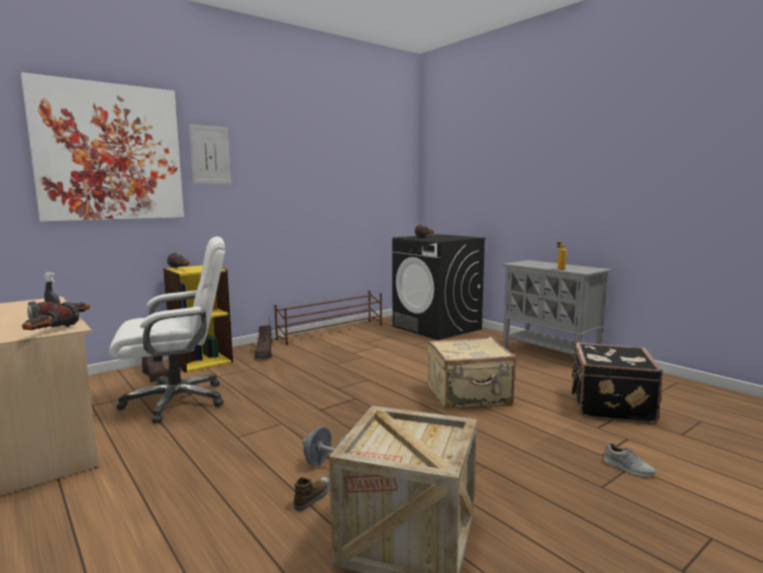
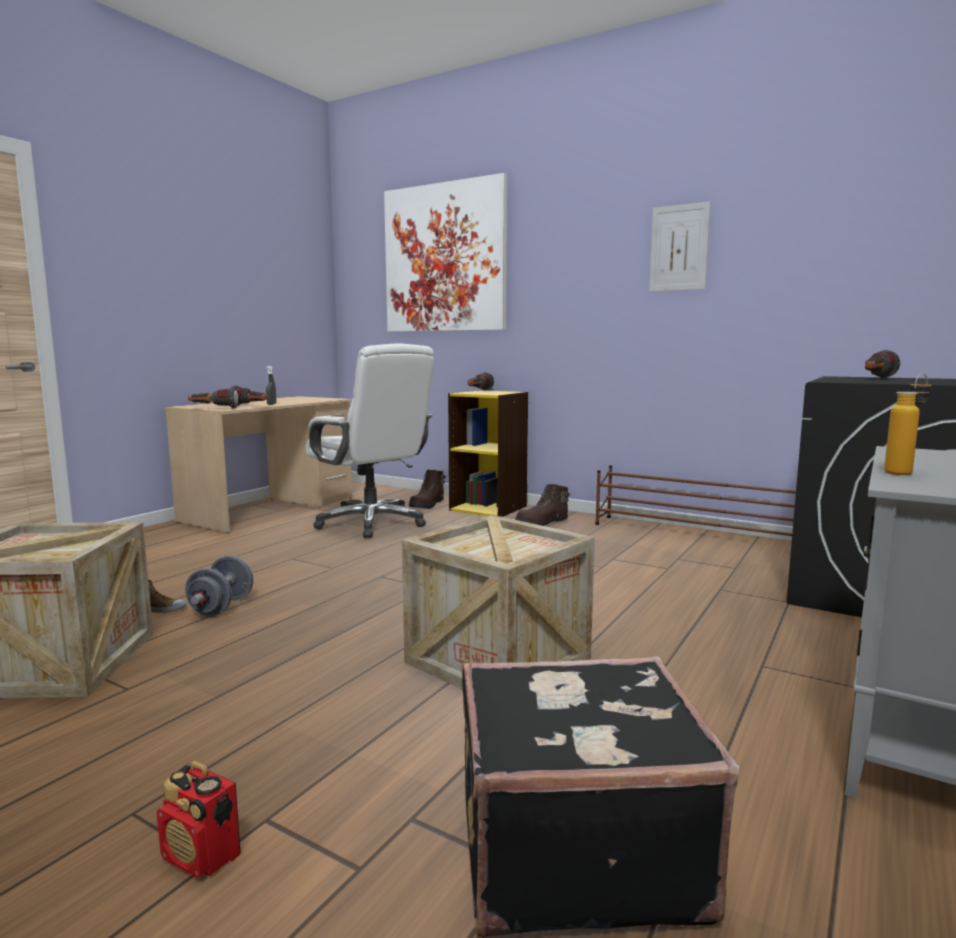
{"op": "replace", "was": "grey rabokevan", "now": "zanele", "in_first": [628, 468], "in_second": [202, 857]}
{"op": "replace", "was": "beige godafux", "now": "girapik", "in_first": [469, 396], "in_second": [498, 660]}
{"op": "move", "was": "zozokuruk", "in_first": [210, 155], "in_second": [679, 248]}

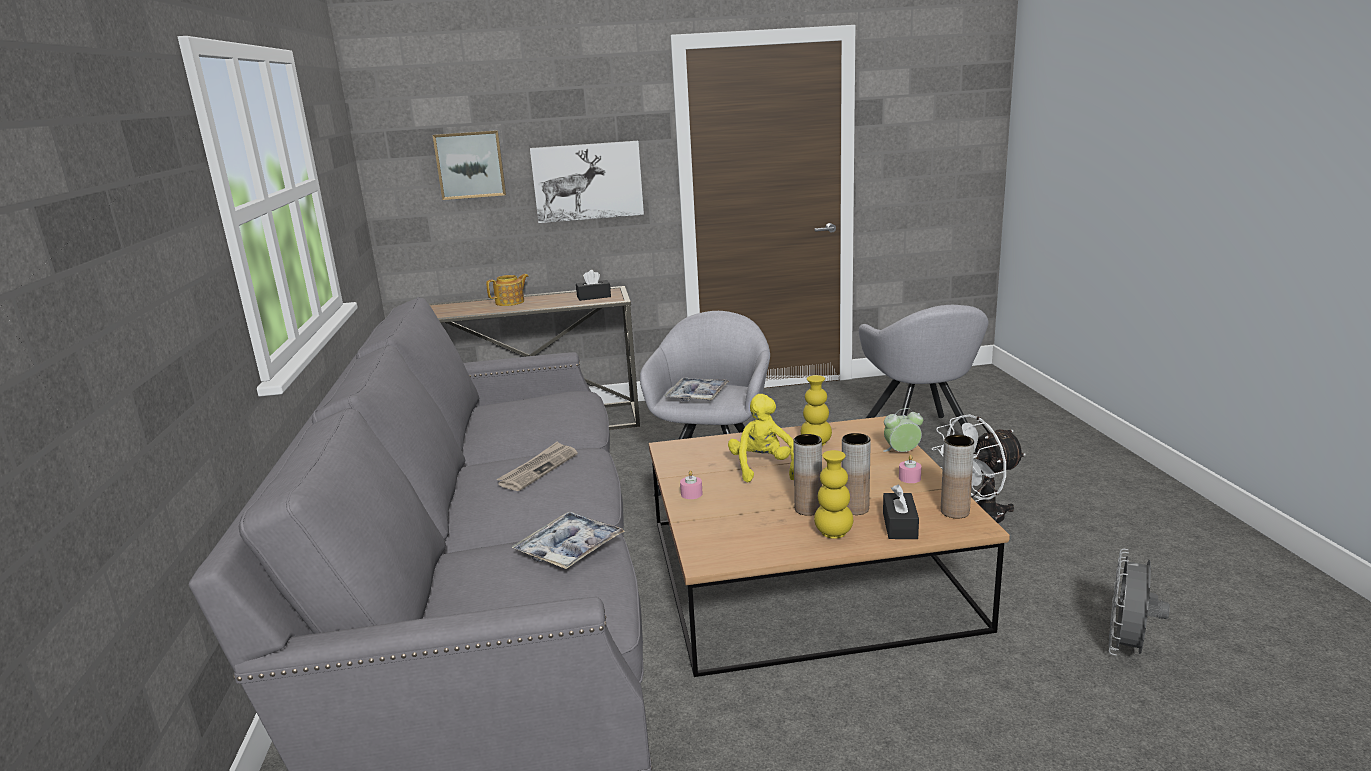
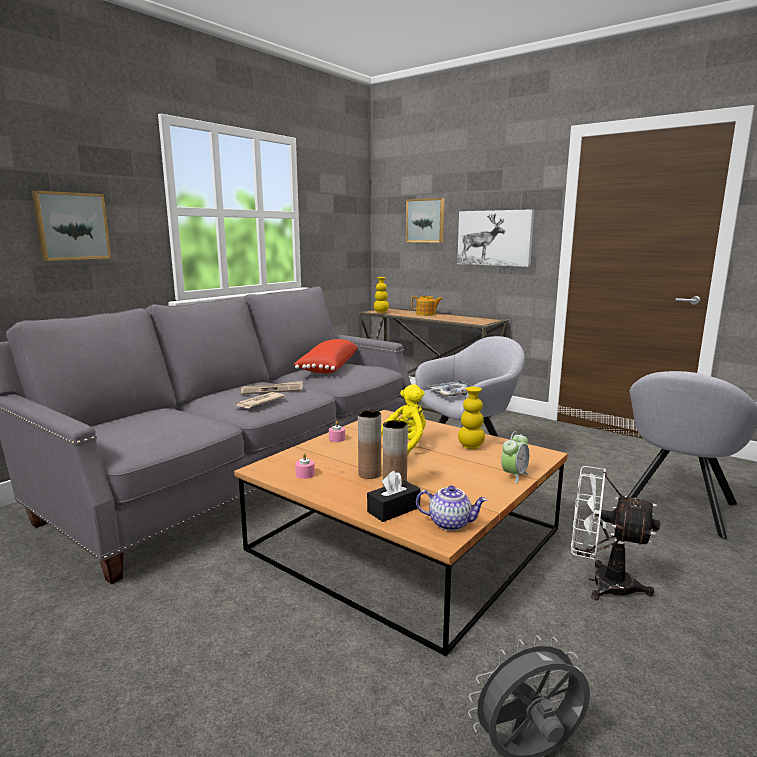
{"op": "insert", "now": "zozokuruk", "in_second": [71, 226]}
{"op": "insert", "now": "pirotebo", "in_second": [259, 402]}
{"op": "insert", "now": "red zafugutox", "in_second": [327, 368]}
{"op": "move", "was": "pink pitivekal", "in_first": [909, 478], "in_second": [305, 474]}
{"op": "move", "was": "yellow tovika", "in_first": [833, 533], "in_second": [381, 312]}
{"op": "replace", "was": "brown tovika", "now": "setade", "in_first": [955, 512], "in_second": [450, 523]}
{"op": "rotate", "was": "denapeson", "in_first": [902, 452], "in_second": [514, 476], "clockwise": 90}
{"op": "delete", "was": "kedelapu", "in_first": [569, 549]}
{"op": "delete", "was": "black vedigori", "in_first": [594, 297]}

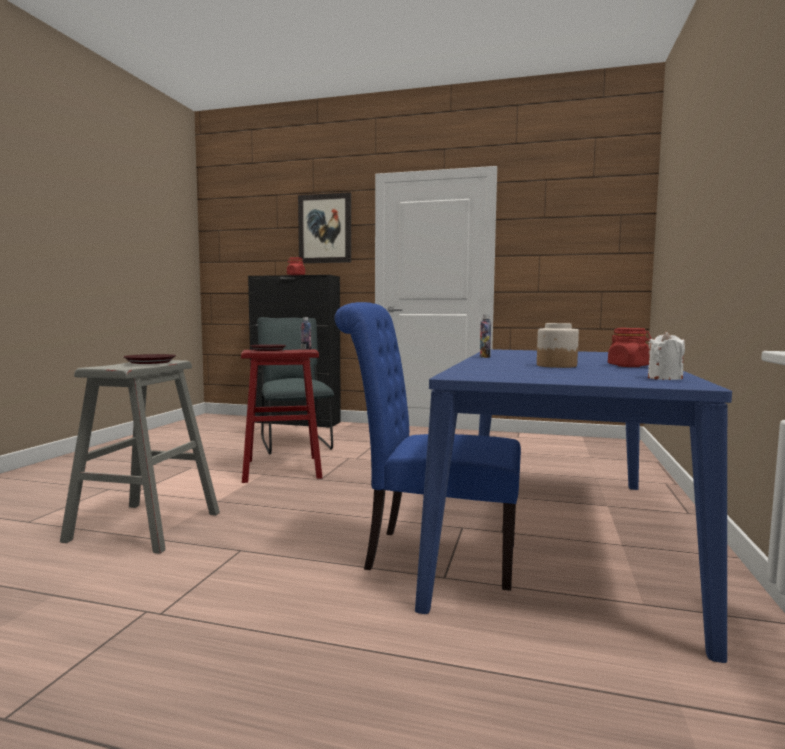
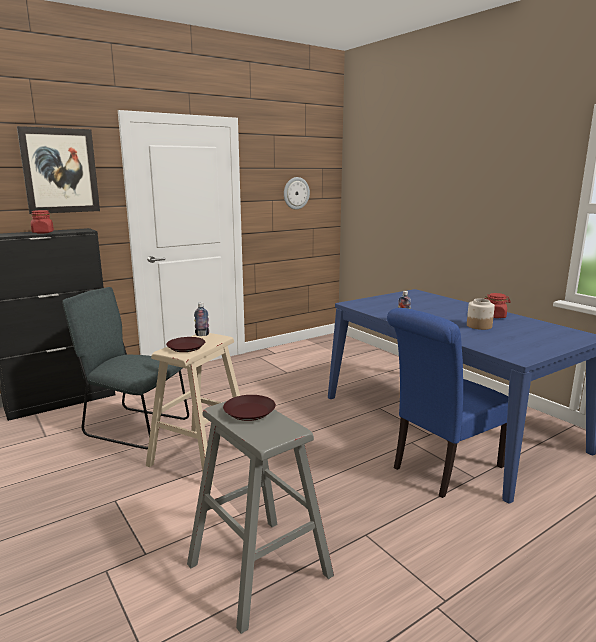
{"op": "recolor", "was": "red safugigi", "now": "beige safugigi", "in_first": [282, 469], "in_second": [201, 457]}
{"op": "insert", "now": "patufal", "in_second": [296, 193]}
{"op": "delete", "was": "white pitivekal", "in_first": [664, 378]}

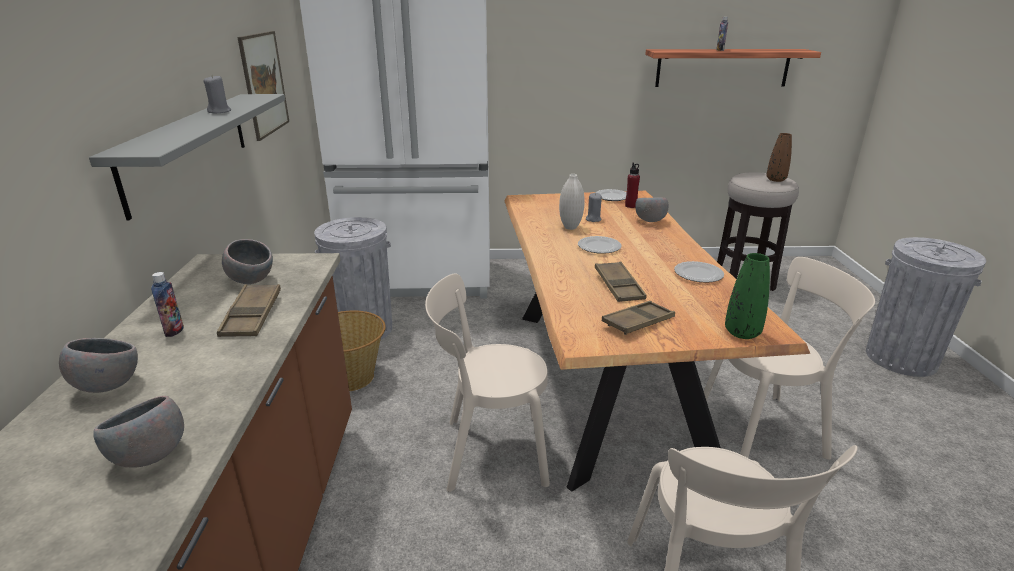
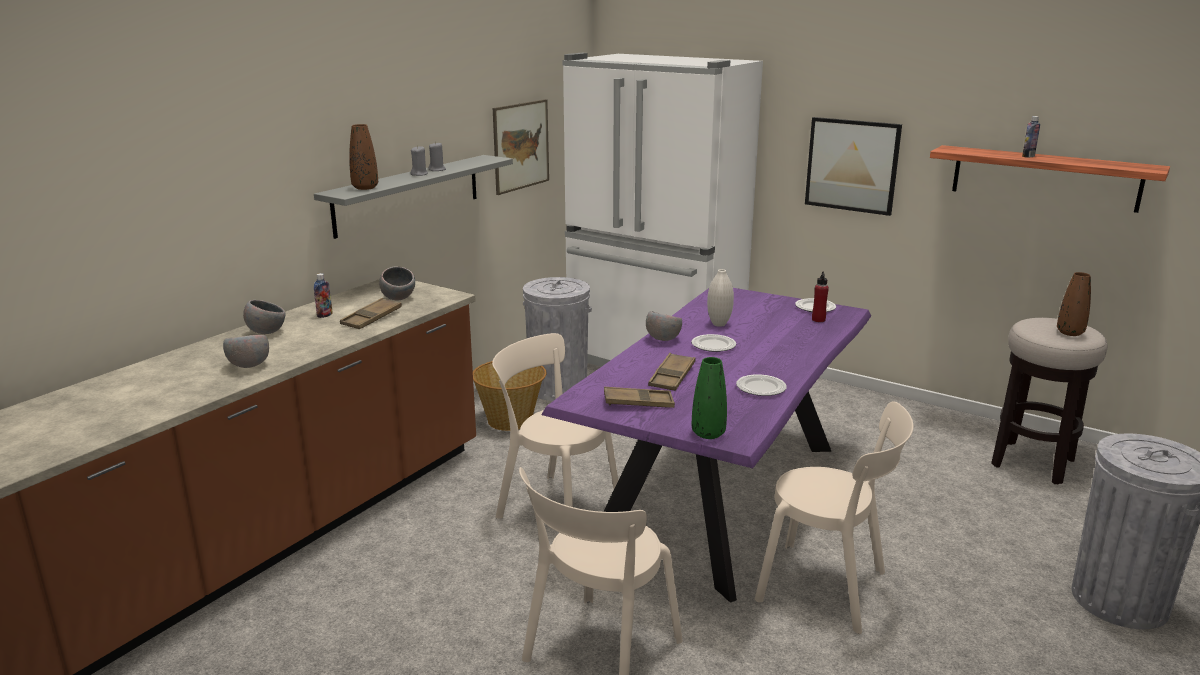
{"op": "insert", "now": "brown tovika", "in_second": [365, 187]}
{"op": "move", "was": "grey pitivekal", "in_first": [593, 219], "in_second": [419, 174]}
{"op": "recolor", "was": "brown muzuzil", "now": "purple muzuzil", "in_first": [604, 381], "in_second": [719, 496]}
{"op": "move", "was": "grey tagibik", "in_first": [650, 221], "in_second": [662, 339]}
{"op": "insert", "now": "zozokuruk", "in_second": [852, 165]}

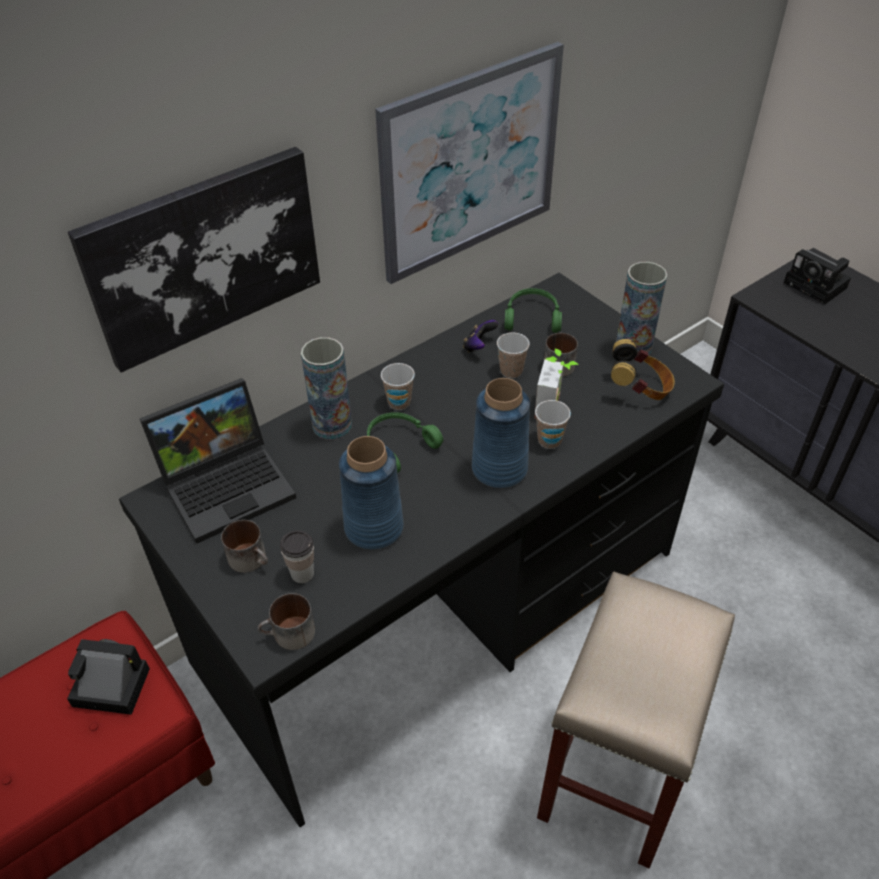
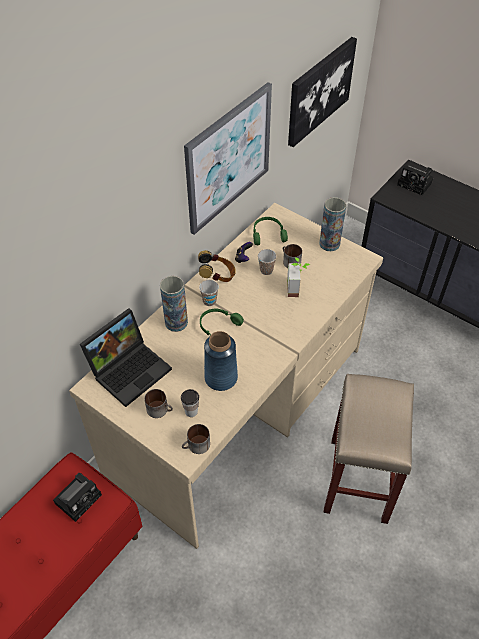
{"op": "rotate", "was": "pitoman", "in_first": [108, 687], "in_second": [79, 497], "clockwise": 135}
{"op": "recolor", "was": "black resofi", "now": "beige resofi", "in_first": [442, 609], "in_second": [239, 410]}
{"op": "move", "was": "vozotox", "in_first": [639, 389], "in_second": [217, 276]}
{"op": "move", "was": "zozokuruk", "in_first": [204, 256], "in_second": [319, 90]}
{"op": "delete", "was": "blue tovika", "in_first": [499, 469]}
{"op": "delete", "was": "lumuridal", "in_first": [549, 440]}

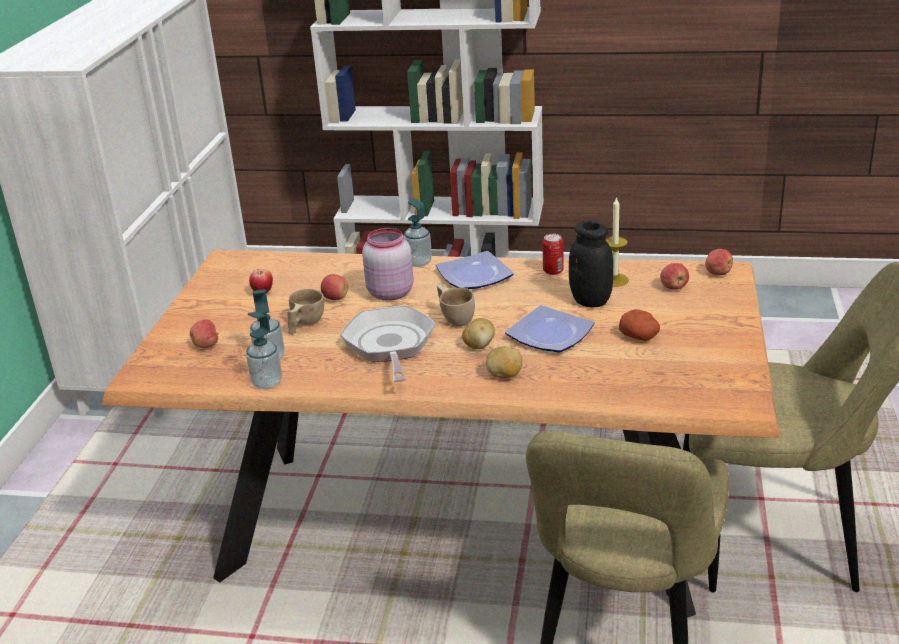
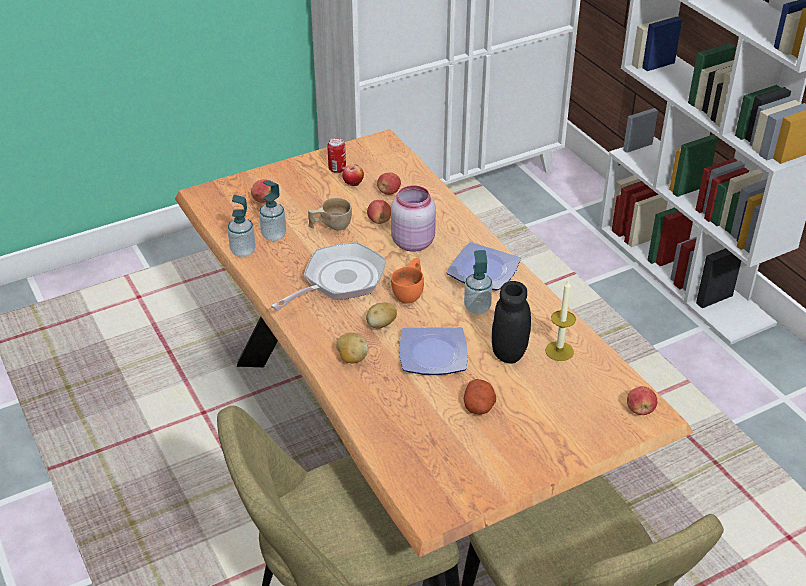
{"op": "move", "was": "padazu", "in_first": [553, 271], "in_second": [337, 169]}
{"op": "move", "was": "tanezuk", "in_first": [674, 287], "in_second": [389, 192]}
{"op": "recolor", "was": "beige lumuridal", "now": "orange lumuridal", "in_first": [455, 317], "in_second": [410, 292]}
{"op": "move", "was": "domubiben", "in_first": [419, 262], "in_second": [477, 308]}

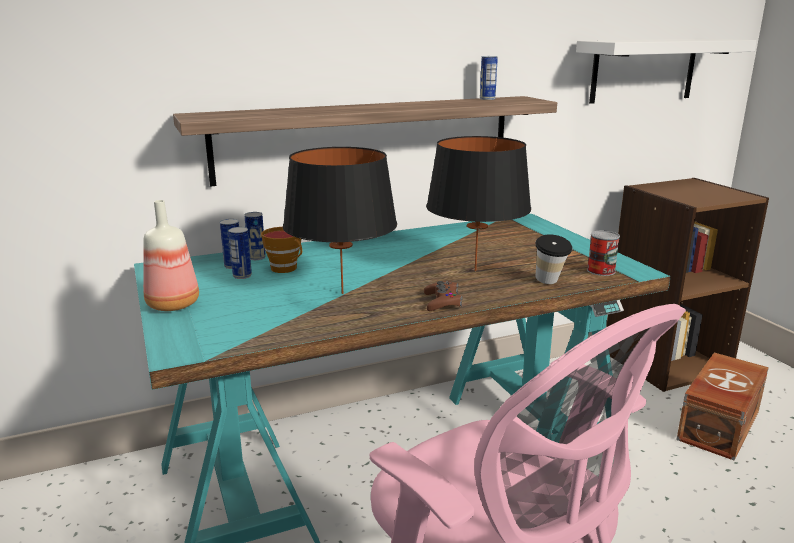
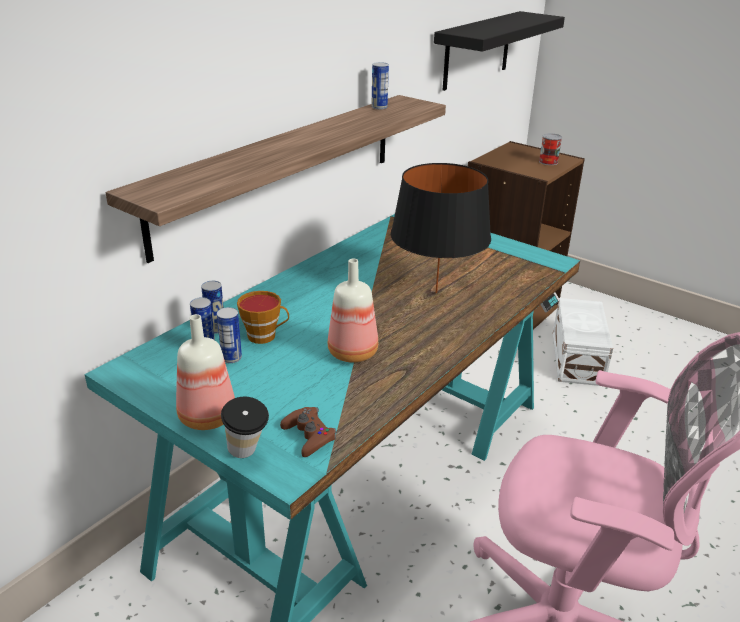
{"op": "move", "was": "lumuridal", "in_first": [549, 283], "in_second": [247, 454]}
{"op": "move", "was": "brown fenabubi", "in_first": [442, 301], "in_second": [309, 435]}
{"op": "replace", "was": "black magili", "now": "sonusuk", "in_first": [342, 293], "in_second": [354, 353]}
{"op": "recolor", "was": "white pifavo", "now": "black pifavo", "in_first": [643, 70], "in_second": [477, 50]}
{"op": "move", "was": "padazu", "in_first": [601, 271], "in_second": [548, 162]}
{"op": "recolor", "was": "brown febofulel", "now": "white febofulel", "in_first": [716, 425], "in_second": [575, 359]}

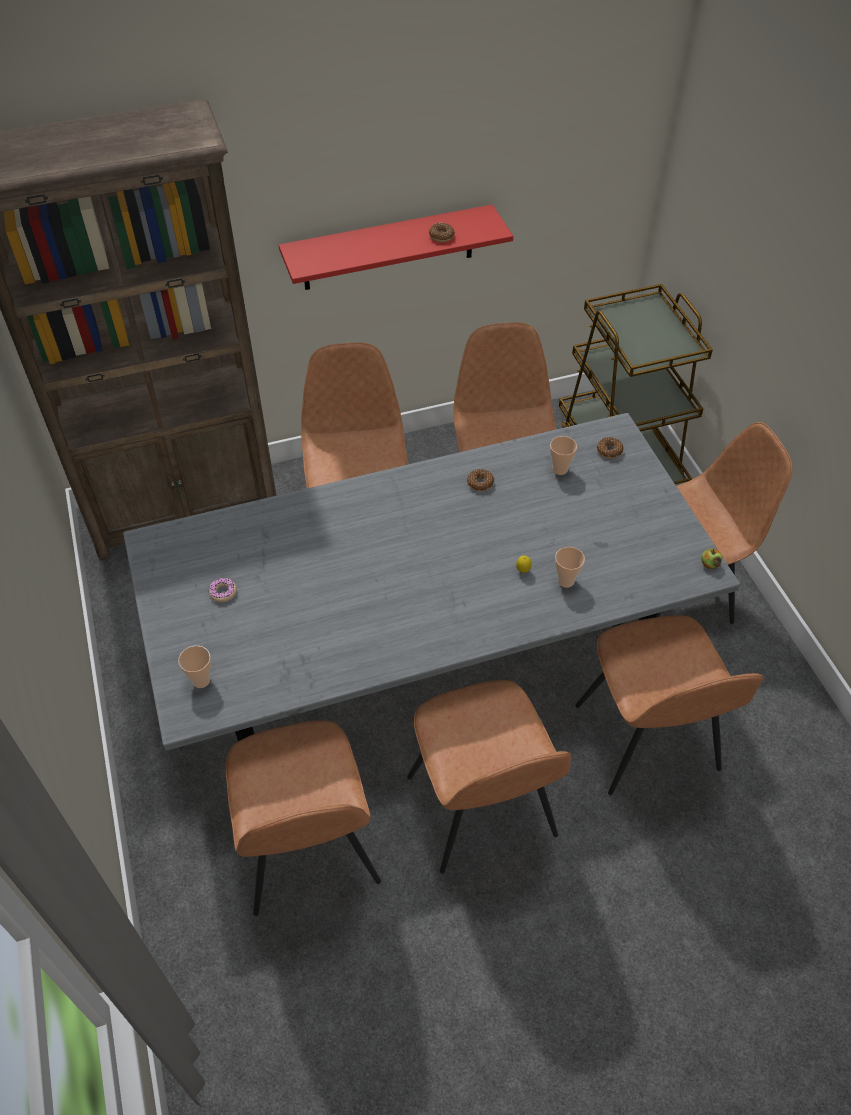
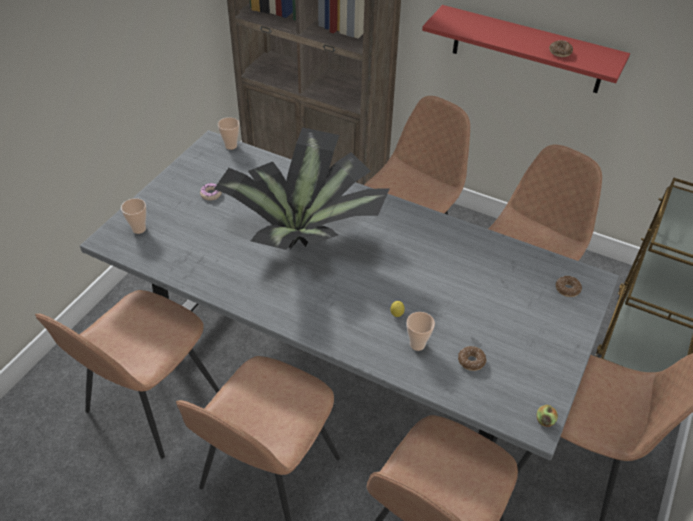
{"op": "insert", "now": "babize", "in_second": [306, 232]}
{"op": "move", "was": "lumuridal", "in_first": [560, 469], "in_second": [231, 146]}
{"op": "move", "was": "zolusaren", "in_first": [480, 483], "in_second": [471, 361]}

